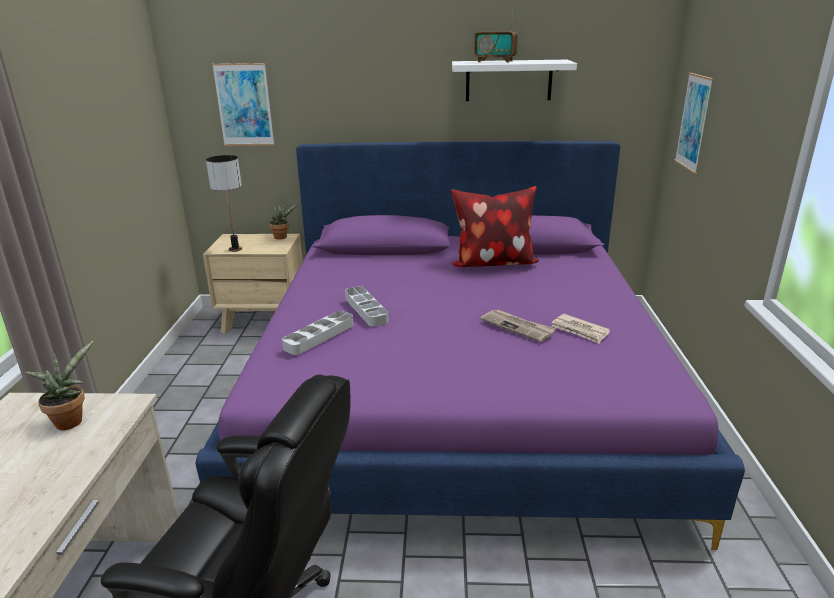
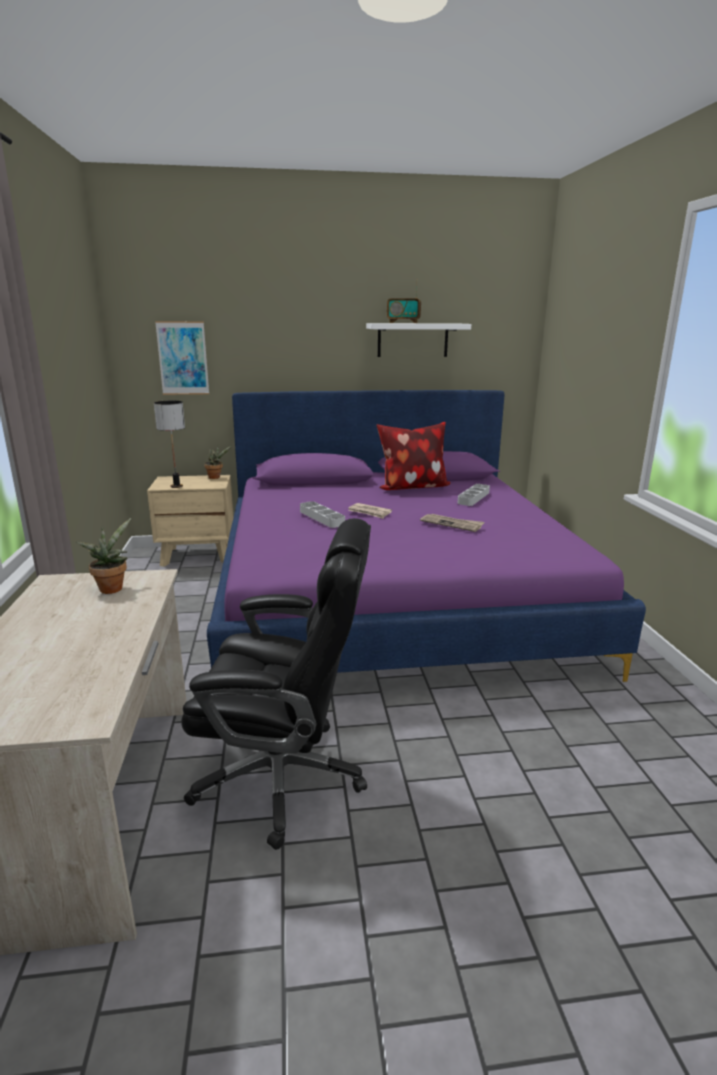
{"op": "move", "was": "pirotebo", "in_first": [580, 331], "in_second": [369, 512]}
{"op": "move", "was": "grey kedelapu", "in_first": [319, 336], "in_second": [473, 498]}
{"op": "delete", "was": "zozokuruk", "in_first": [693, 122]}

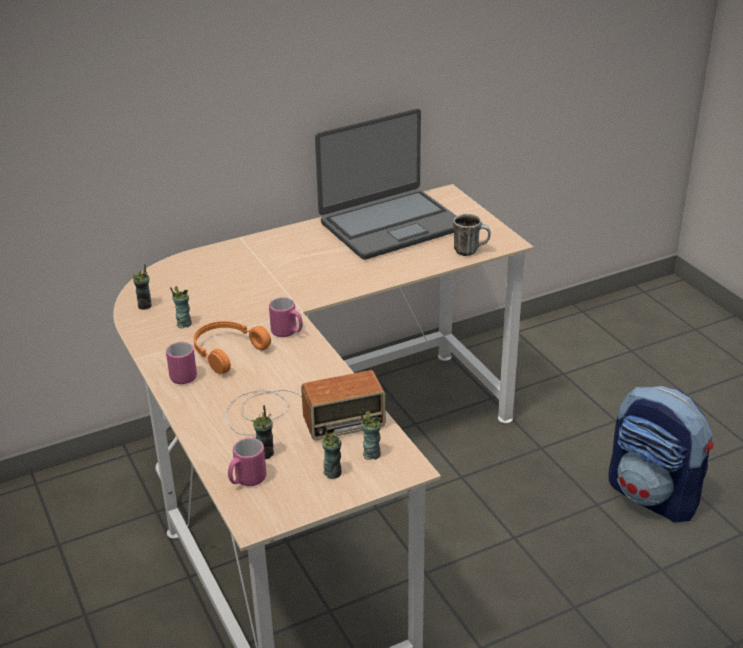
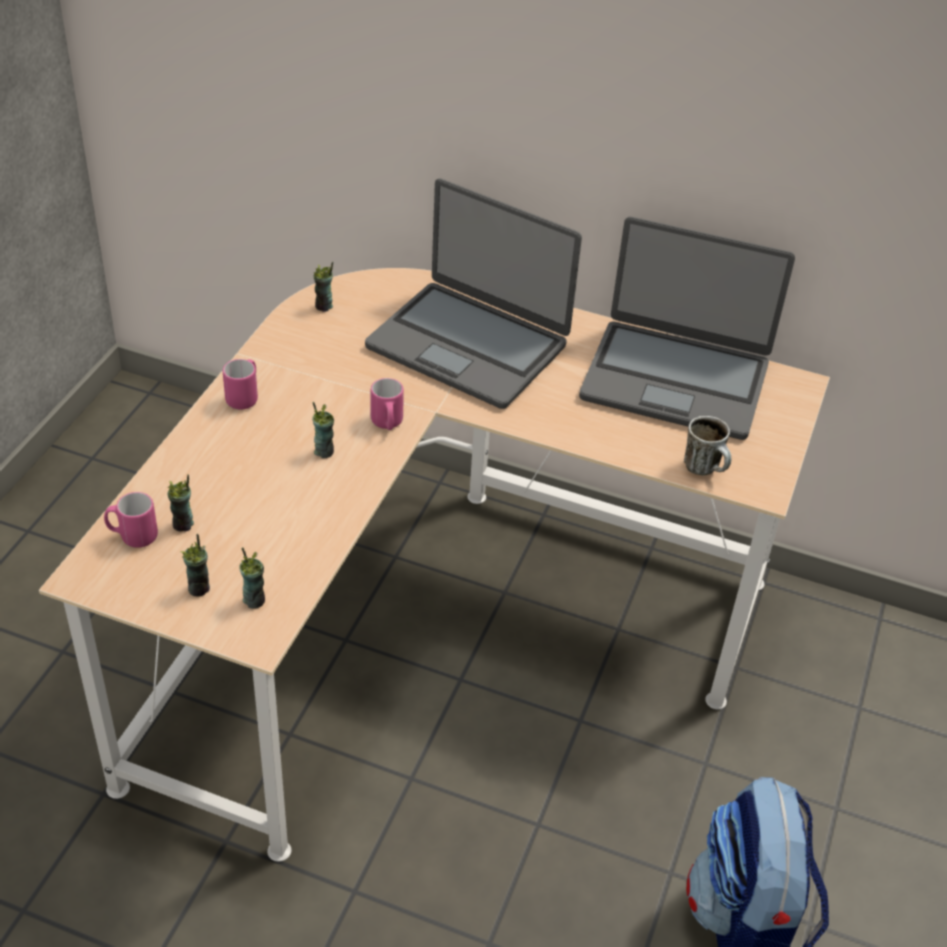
{"op": "move", "was": "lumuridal", "in_first": [184, 324], "in_second": [324, 451]}
{"op": "insert", "now": "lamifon", "in_second": [468, 345]}
{"op": "delete", "was": "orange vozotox", "in_first": [226, 352]}
{"op": "delete", "was": "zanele", "in_first": [298, 414]}

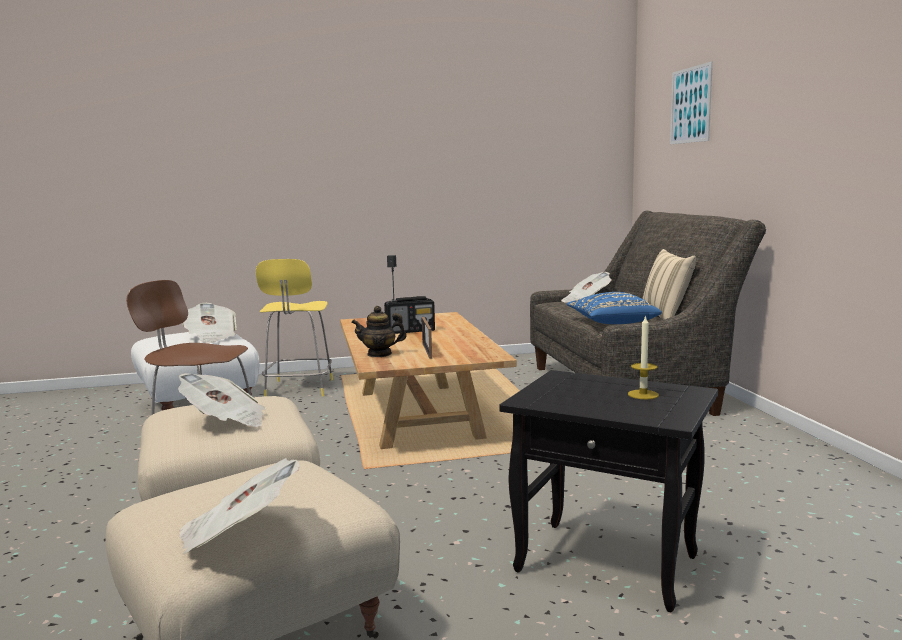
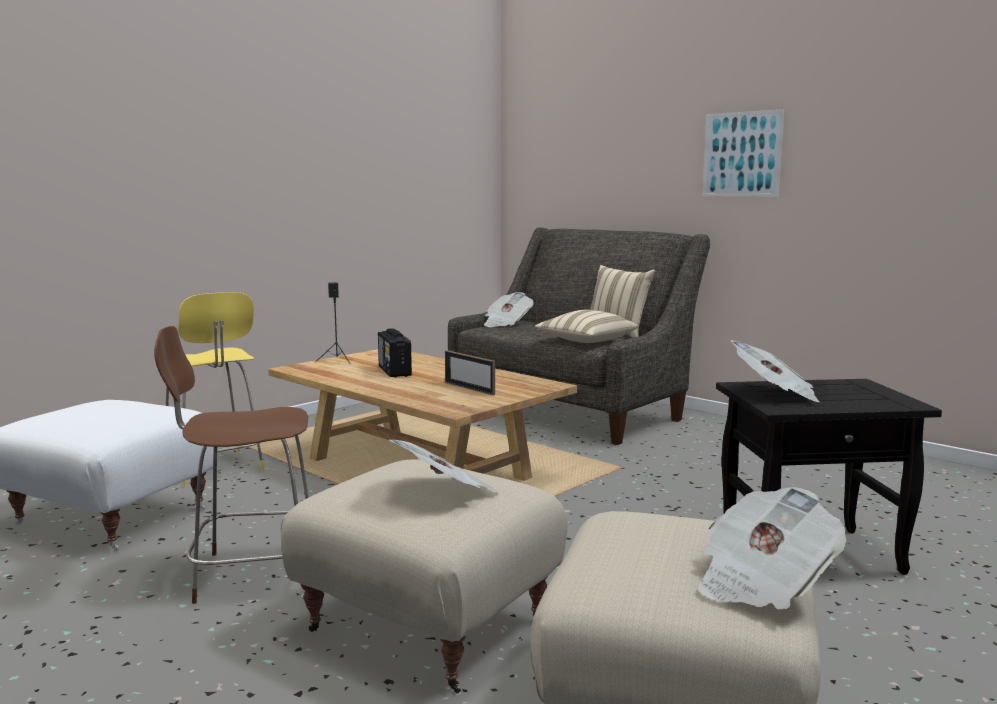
{"op": "rotate", "was": "zanele", "in_first": [410, 331], "in_second": [394, 371], "clockwise": 120}
{"op": "recolor", "was": "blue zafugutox", "now": "beige zafugutox", "in_first": [611, 323], "in_second": [585, 341]}
{"op": "move", "was": "zozokuruk", "in_first": [690, 105], "in_second": [741, 154]}
{"op": "move", "was": "pirotebo", "in_first": [211, 337], "in_second": [775, 394]}
{"op": "delete", "was": "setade", "in_first": [379, 354]}
{"op": "delete", "was": "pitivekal", "in_first": [643, 394]}

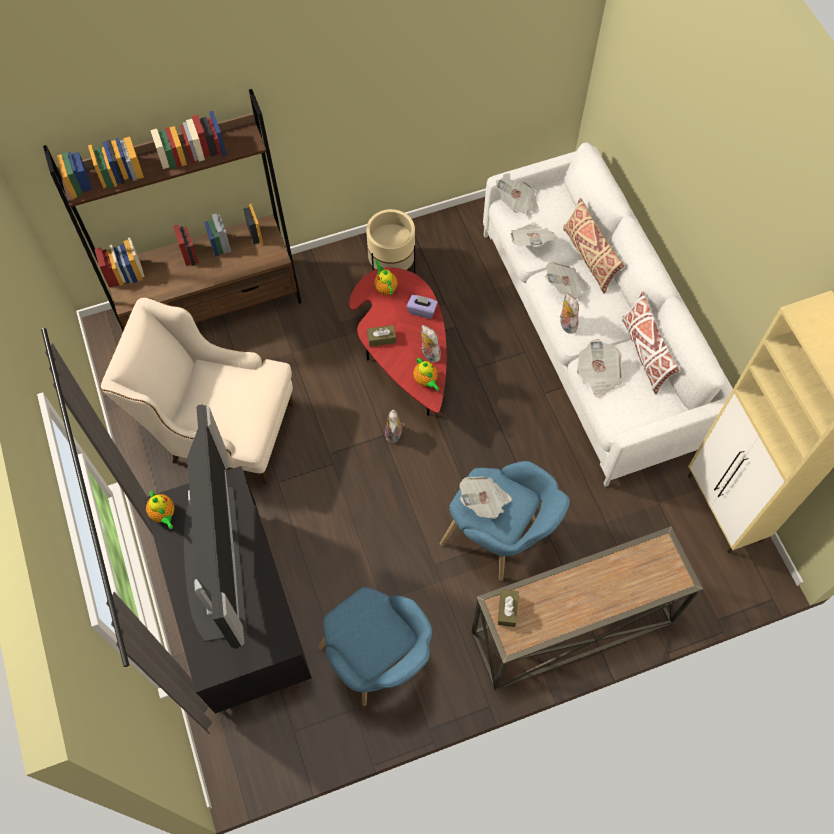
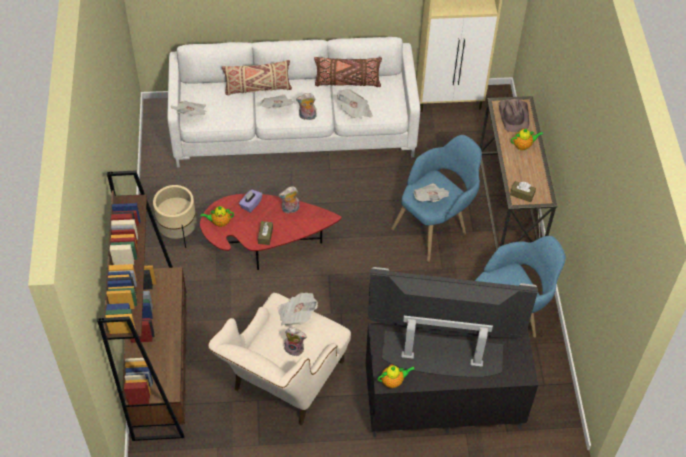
{"op": "move", "was": "pirotebo", "in_first": [530, 242], "in_second": [296, 315]}
{"op": "move", "was": "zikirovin", "in_first": [395, 434], "in_second": [295, 348]}
{"op": "recolor", "was": "white zafugutox", "now": "brown zafugutox", "in_first": [644, 353], "in_second": [347, 82]}
{"op": "insert", "now": "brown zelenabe", "in_second": [514, 115]}
{"op": "move", "was": "setade", "in_first": [426, 381], "in_second": [523, 145]}

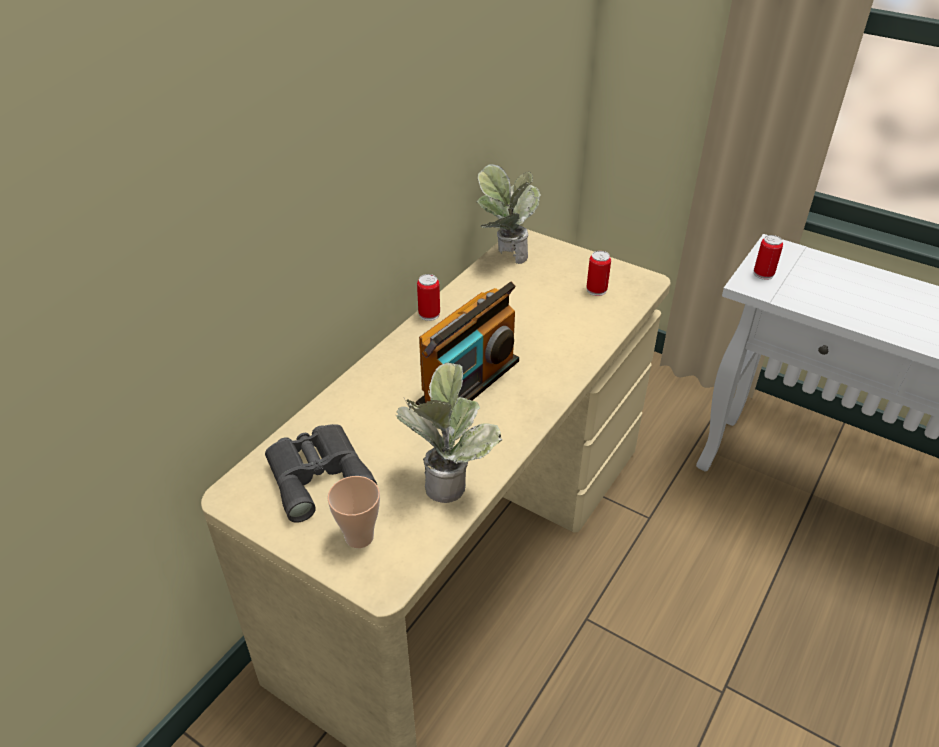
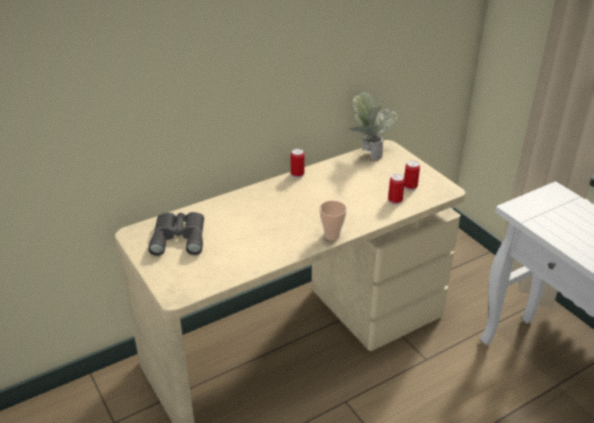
{"op": "move", "was": "lumuridal", "in_first": [359, 537], "in_second": [332, 236]}
{"op": "move", "was": "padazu", "in_first": [763, 274], "in_second": [395, 200]}
{"op": "delete", "was": "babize", "in_first": [448, 479]}
{"op": "delete", "was": "zanele", "in_first": [469, 383]}

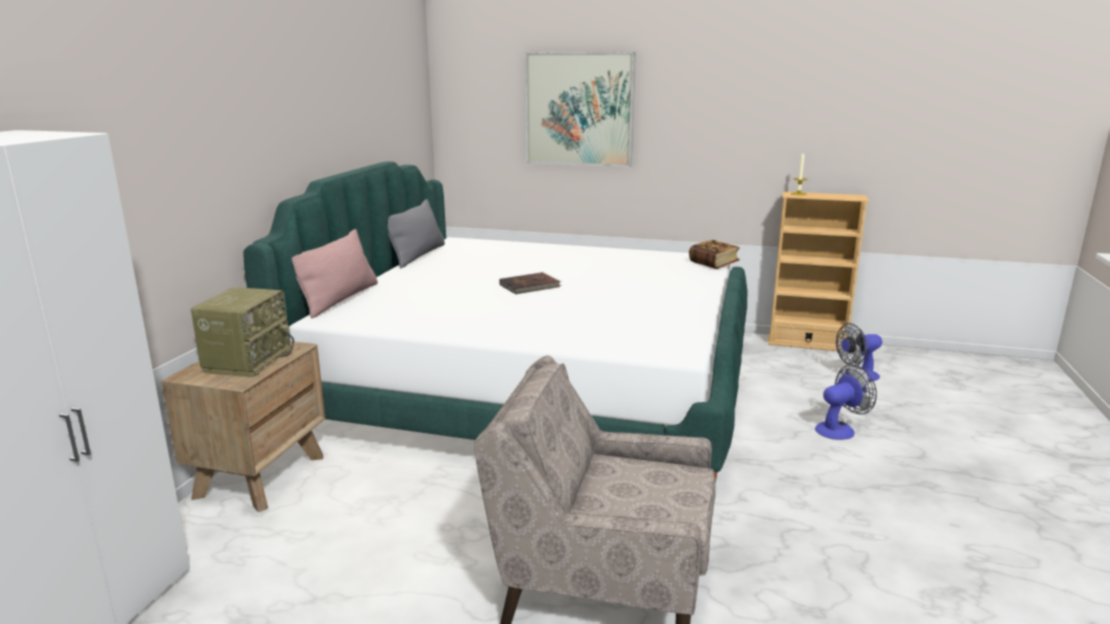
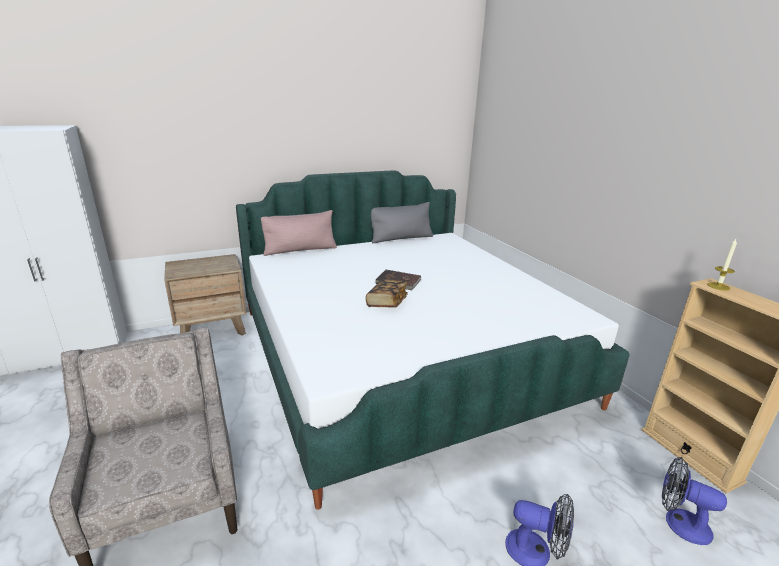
{"op": "move", "was": "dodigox", "in_first": [713, 264], "in_second": [387, 302]}
{"op": "delete", "was": "zanele", "in_first": [248, 361]}
{"op": "delete", "was": "zozokuruk", "in_first": [579, 109]}

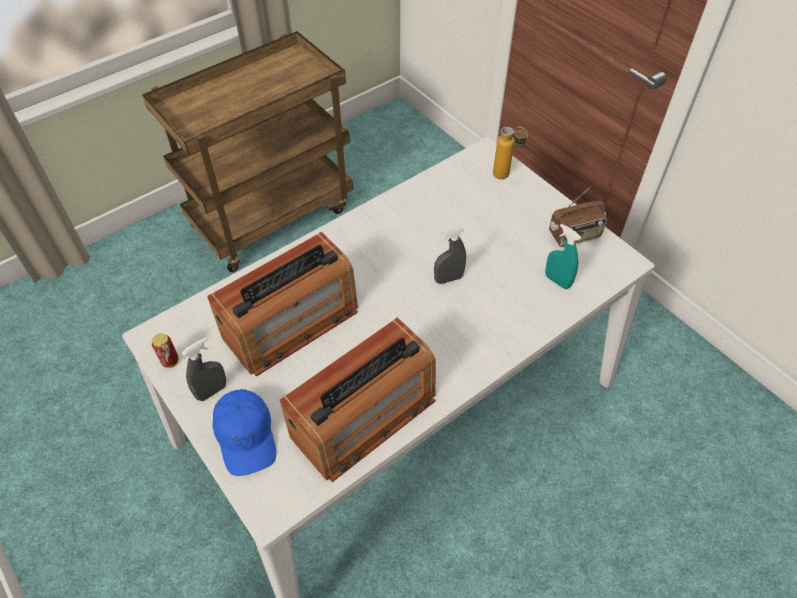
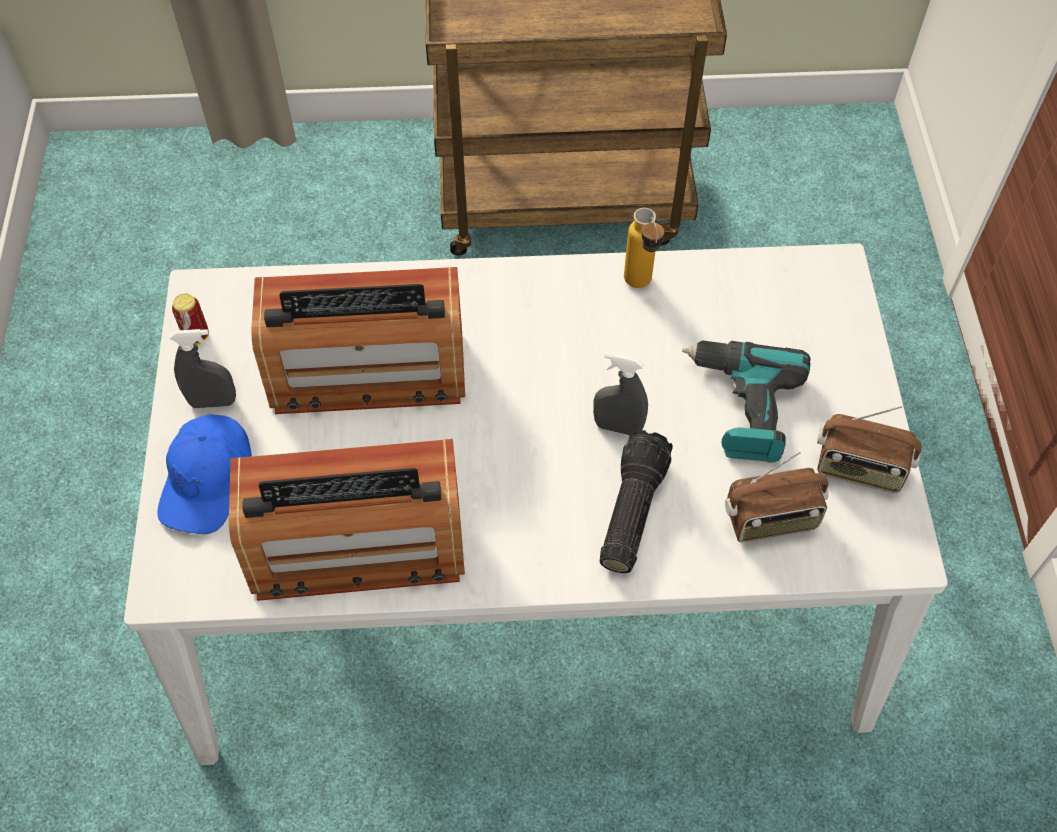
{"op": "insert", "now": "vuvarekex", "in_second": [630, 510]}
{"op": "move", "was": "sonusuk", "in_first": [506, 177], "in_second": [640, 287]}
{"op": "insert", "now": "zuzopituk", "in_second": [741, 407]}
{"op": "replace", "was": "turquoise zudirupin", "now": "zanele", "in_first": [557, 281], "in_second": [771, 520]}

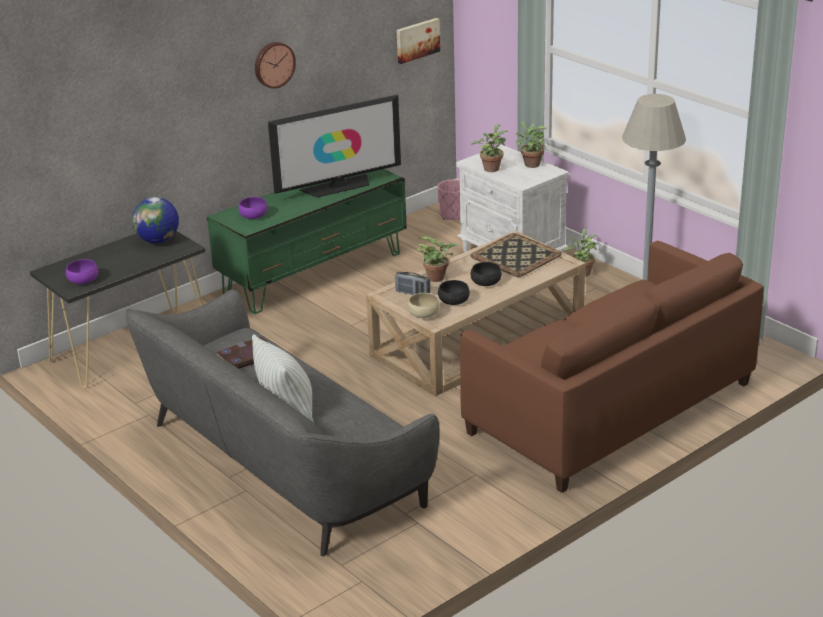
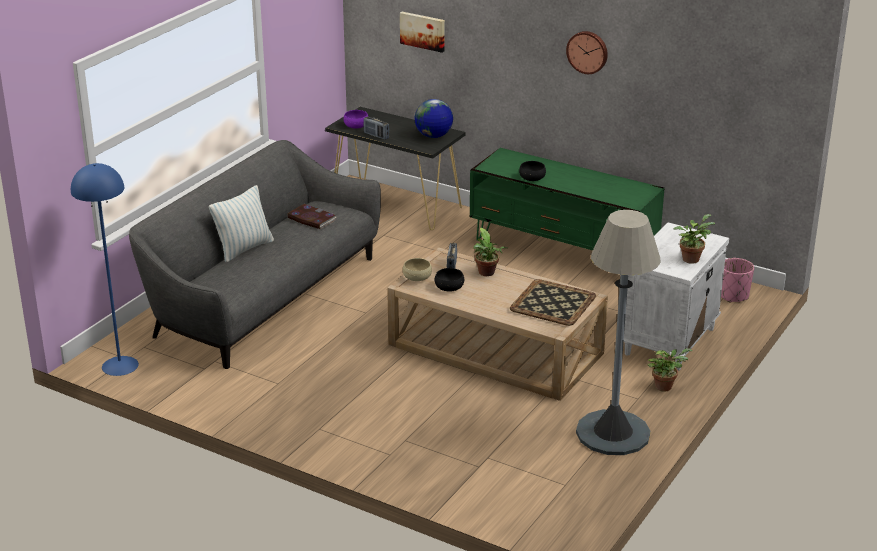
{"op": "insert", "now": "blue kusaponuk", "in_second": [120, 365]}
{"op": "insert", "now": "zanele", "in_second": [376, 136]}
{"op": "move", "was": "zozokuruk", "in_first": [417, 40], "in_second": [423, 31]}
{"op": "move", "was": "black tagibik", "in_first": [486, 282], "in_second": [532, 178]}
{"op": "delete", "was": "purple tagibik", "in_first": [253, 215]}
{"op": "delete", "was": "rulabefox", "in_first": [338, 187]}
{"op": "delete", "was": "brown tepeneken", "in_first": [610, 408]}
{"op": "delete", "was": "babize", "in_first": [491, 168]}

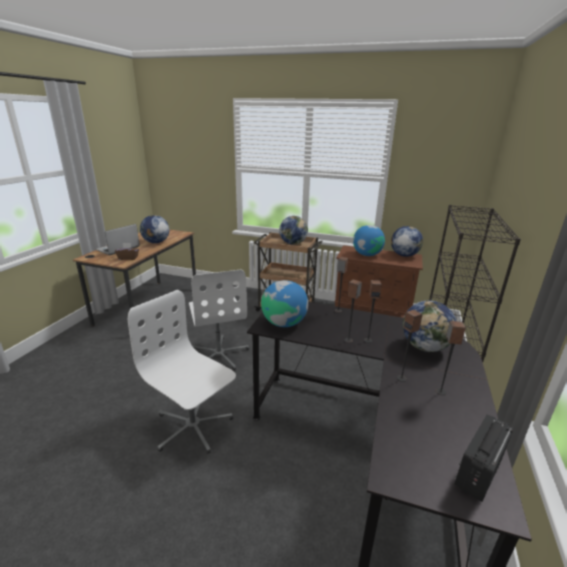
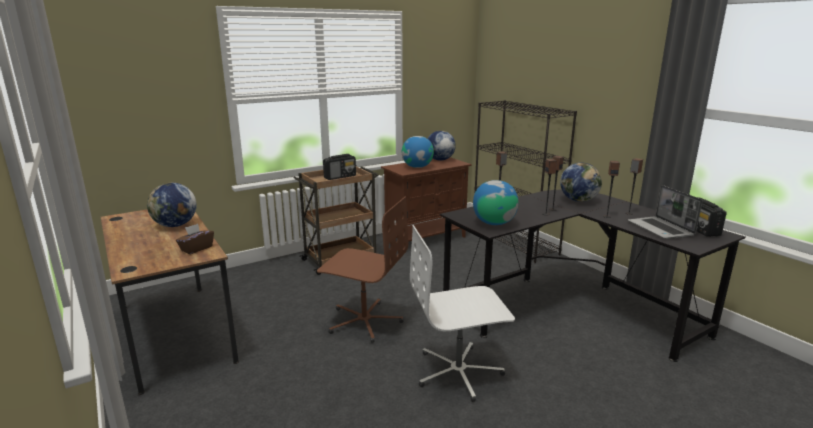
{"op": "recolor", "was": "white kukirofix", "now": "brown kukirofix", "in_first": [219, 354], "in_second": [364, 321]}
{"op": "replace", "was": "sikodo", "now": "zanele", "in_first": [293, 243], "in_second": [340, 177]}
{"op": "move", "was": "lamifon", "in_first": [118, 249], "in_second": [661, 229]}

